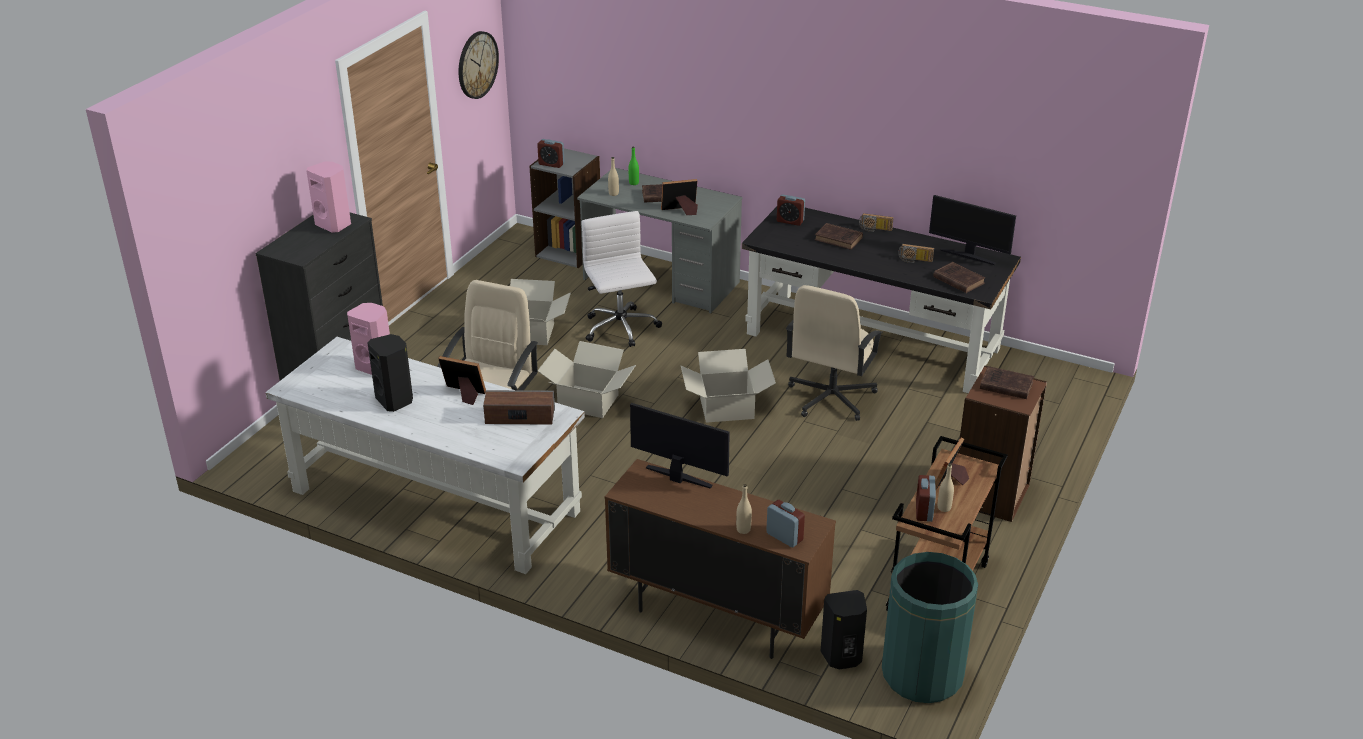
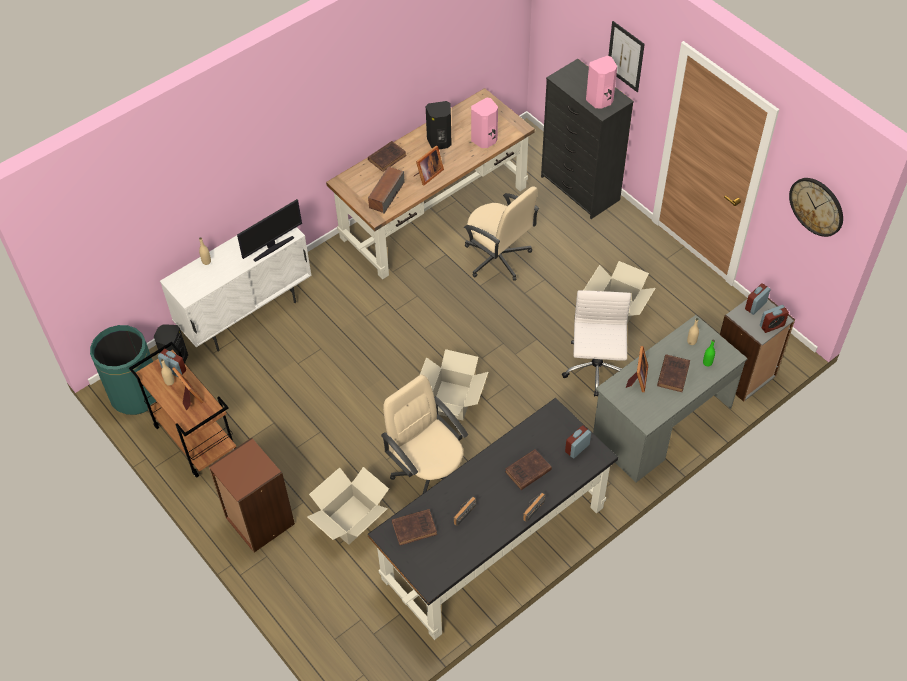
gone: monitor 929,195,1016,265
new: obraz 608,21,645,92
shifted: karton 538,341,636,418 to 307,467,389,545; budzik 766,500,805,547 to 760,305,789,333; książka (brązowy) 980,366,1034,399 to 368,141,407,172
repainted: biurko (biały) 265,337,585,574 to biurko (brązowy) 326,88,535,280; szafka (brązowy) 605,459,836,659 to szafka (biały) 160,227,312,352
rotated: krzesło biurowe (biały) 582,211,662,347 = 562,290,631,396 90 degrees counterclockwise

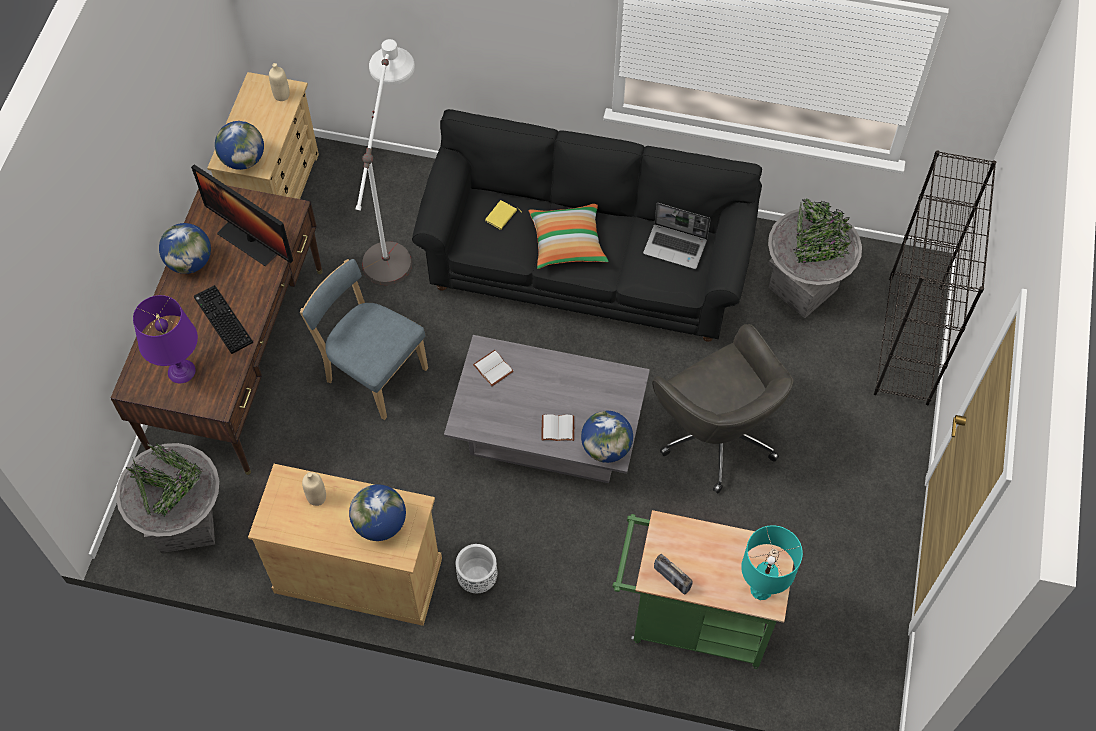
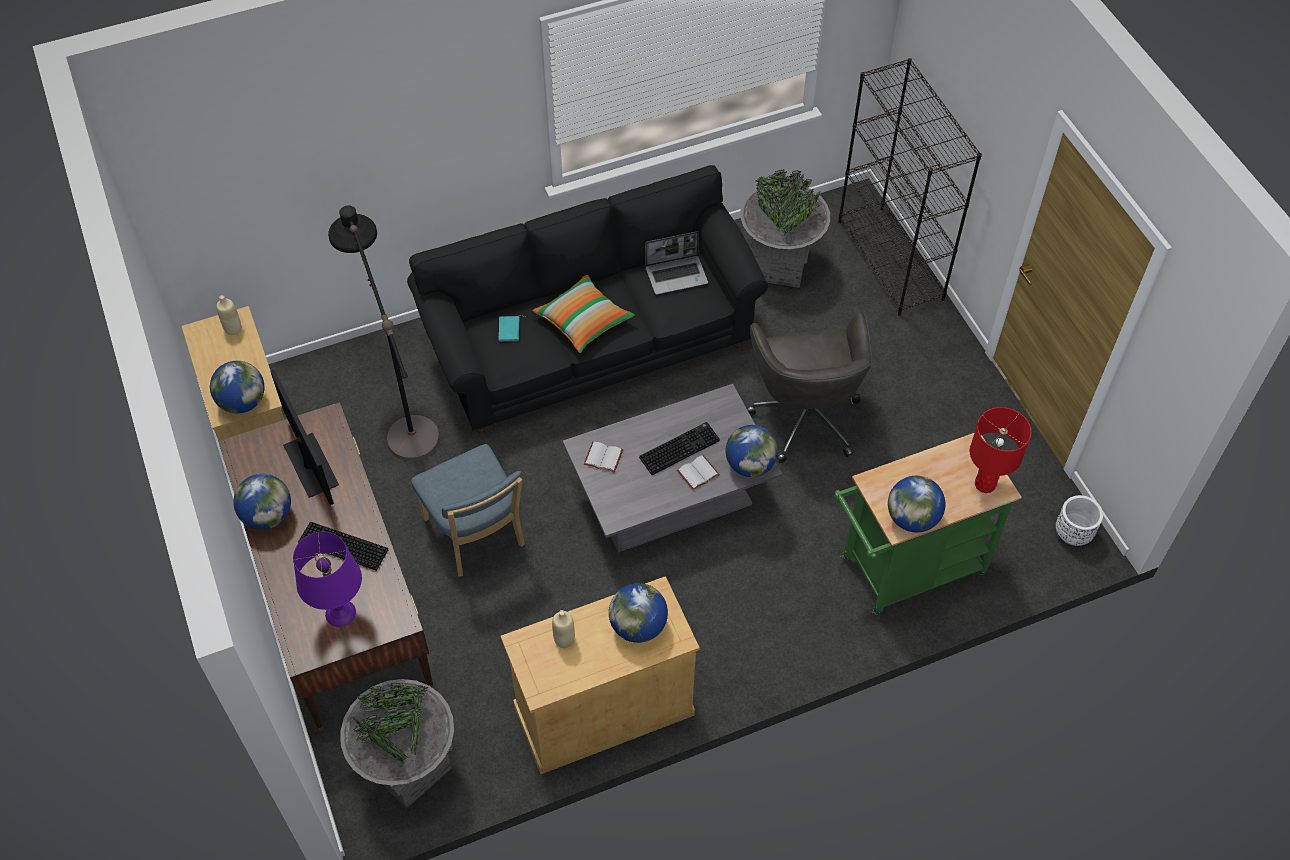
new: klawiatura 639,422,720,475
shifted: donica (biały) 456,544,497,593 to 1056,495,1103,546
swapped: radio 654,554,692,594 to globus 888,476,945,533
repainted: lampa stojąca (biały) 355,39,415,285 to lampa stojąca (czarny) 328,205,440,461; książka (żółty) 485,200,519,230 to książka (turkusowy) 498,315,526,341; lampa stołowa (turkusowy) 741,525,803,600 to lampa stołowa (czerwony) 970,407,1031,493
rotated: monitor 191,165,293,266 = 270,370,339,505 120 degrees counterclockwise; krzesło (niebieski) 300,259,428,420 = 411,444,525,577 120 degrees counterclockwise; krzesło biurowe (szary) 652,324,794,494 = 747,311,873,463 60 degrees clockwise

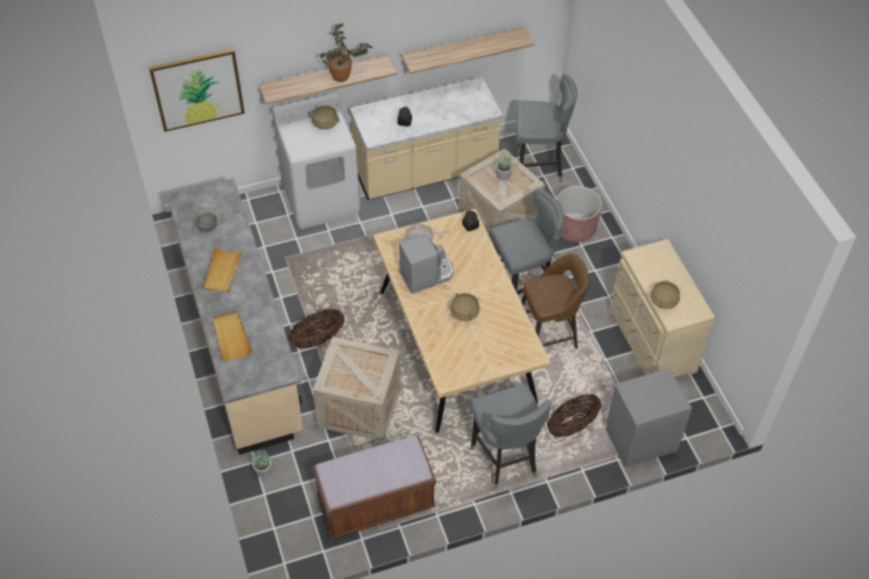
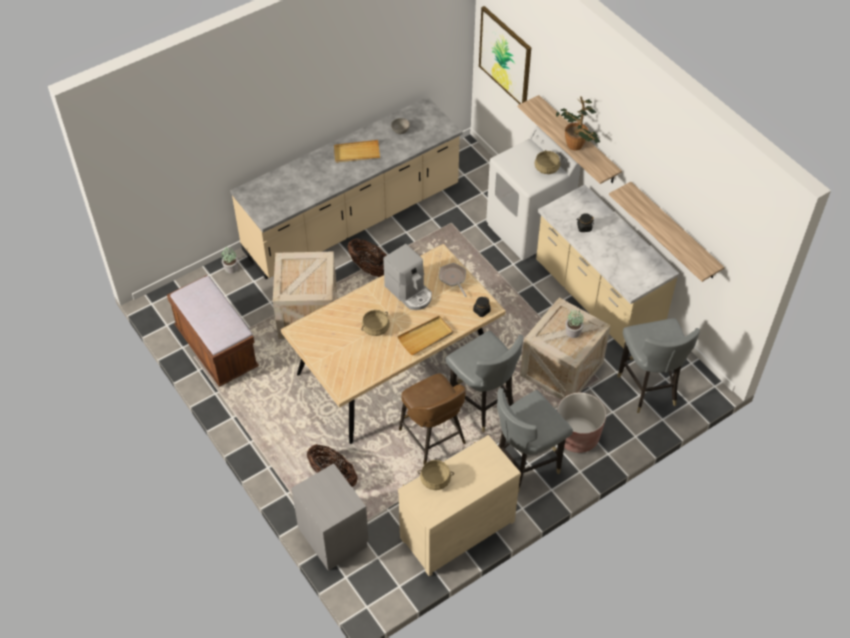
shifted: taca (beżowy) 212,311,252,361 to 397,316,453,355; krzesło (szary) 470,384,551,490 to 497,388,573,493

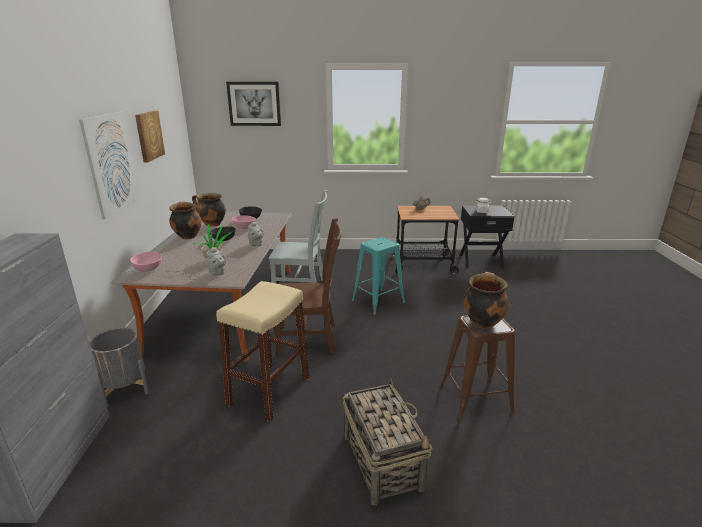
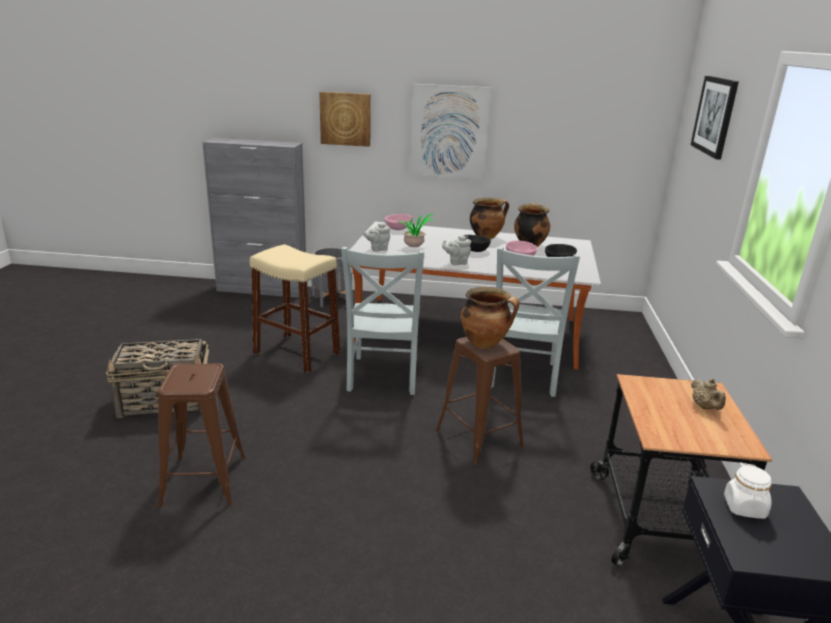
shifted: obraz 135,111,165,163 to 319,92,371,147; garnek 464,272,509,328 to 460,287,519,349
repainted: krzesło (brązowy) 275,218,341,355 to krzesło (szary) 341,247,424,395; stołek (turkusowy) 352,237,405,315 to stołek (brązowy) 436,337,524,465

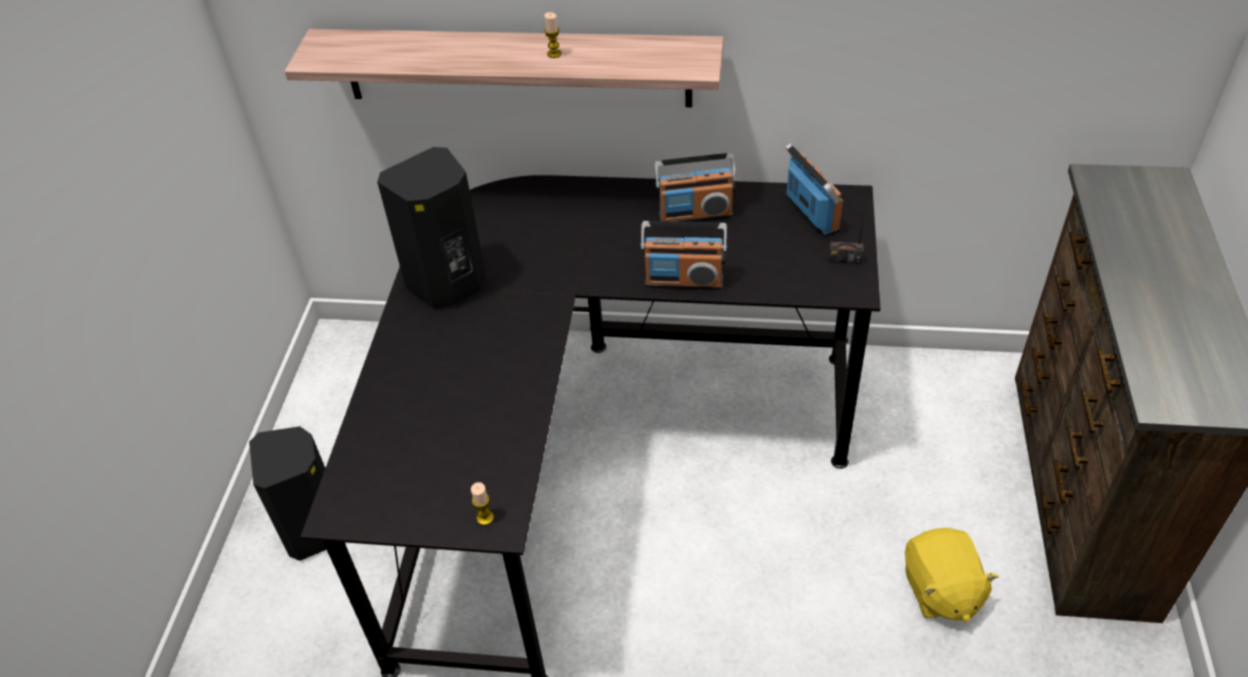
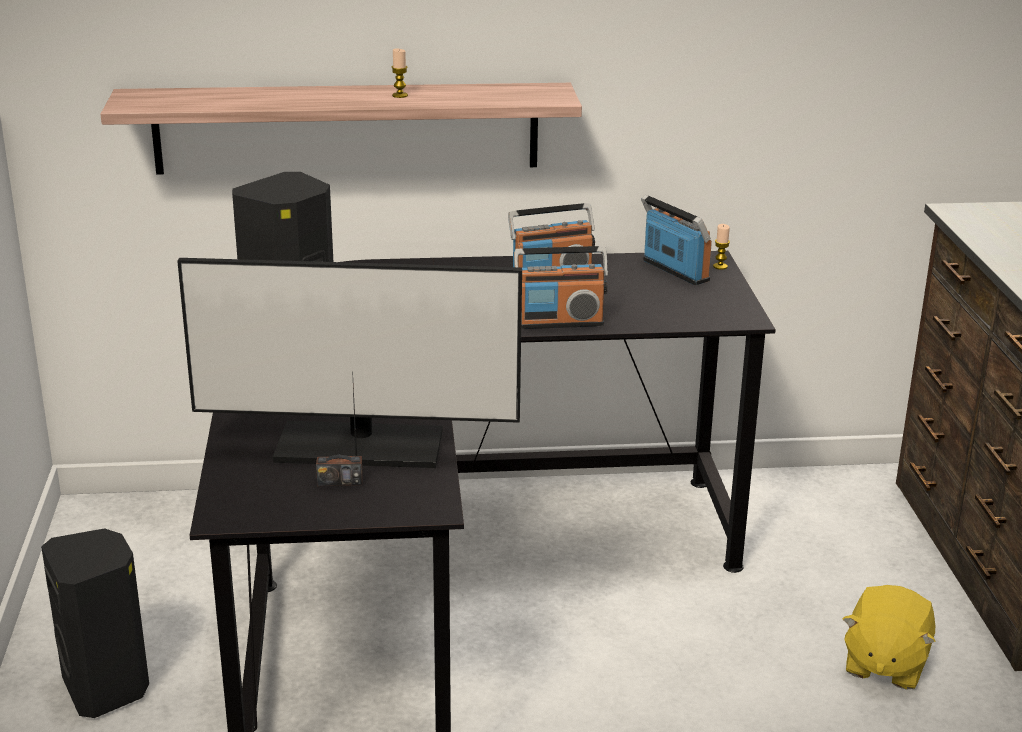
new: monitor 177,258,522,468
shifted: świeca 471,482,494,525 to 713,224,730,270; radio 829,193,867,264 to 316,385,363,486
rotated: pluszak (żółty) 905,528,999,622 = 843,585,936,690 45 degrees clockwise

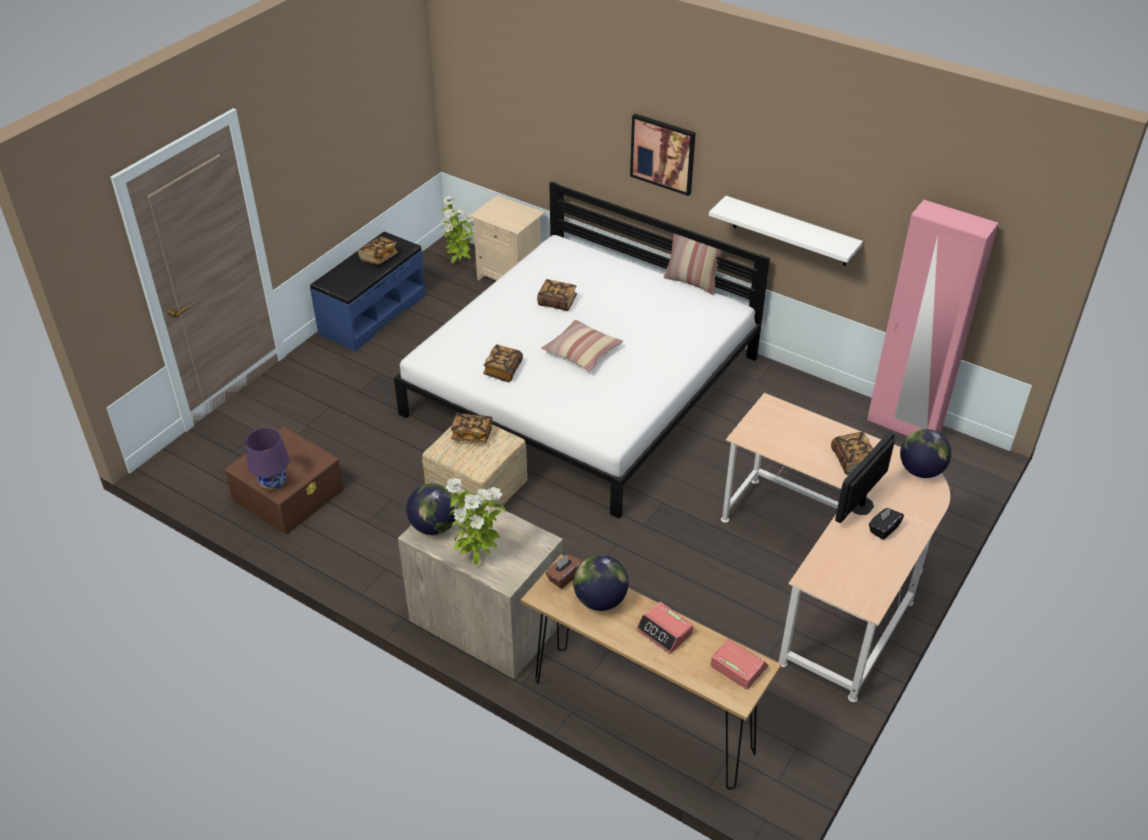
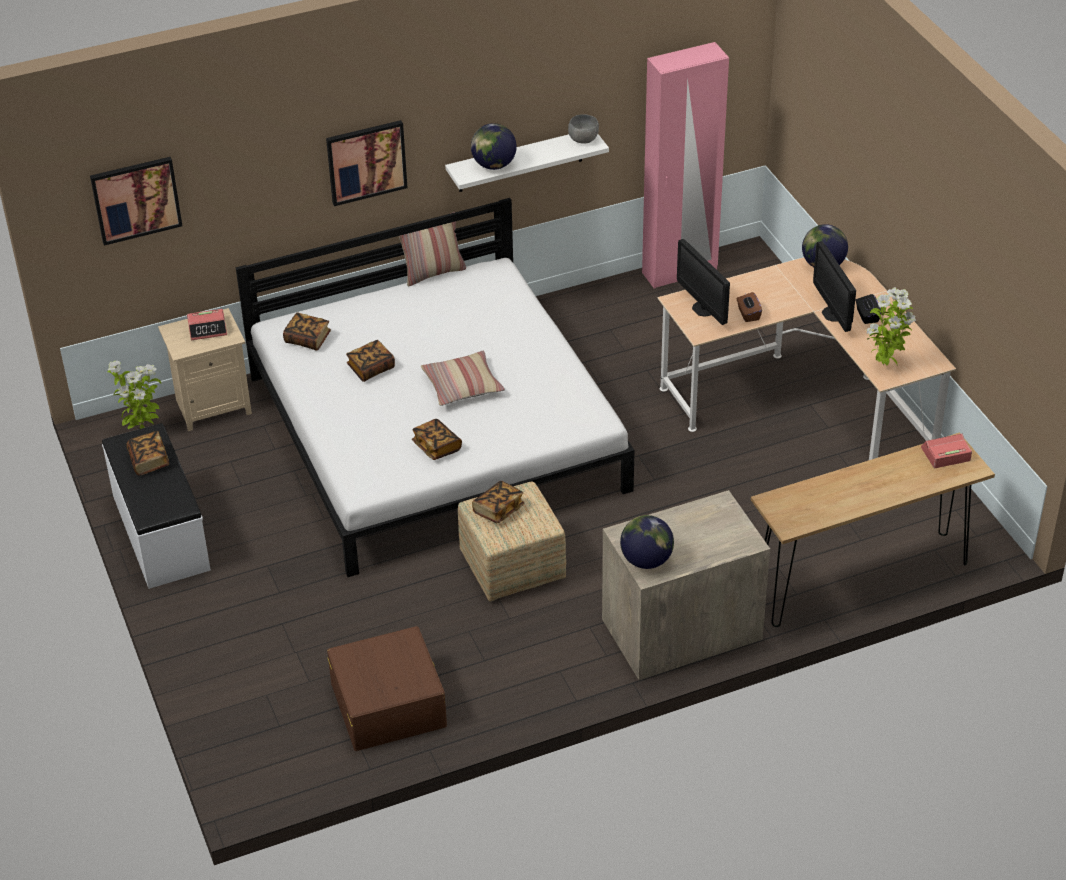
gone: lampa stołowa (fioletowy) 245,428,290,491
new: obraz 90,157,182,246; miska (szary) 568,114,599,144; monitor 677,239,730,325
shifted: roślina doniczkowa 445,478,505,565 to 866,287,916,366; pudełko chusteczek (brązowy) 546,554,583,589 to 736,292,762,322; globus 573,555,629,611 to 471,123,517,170; budzik 636,602,693,654 to 187,309,227,340; książka 831,432,873,475 to 283,312,331,351
repainted: ławka (niebieski) 310,232,426,352 to ławka (biały) 102,423,211,589

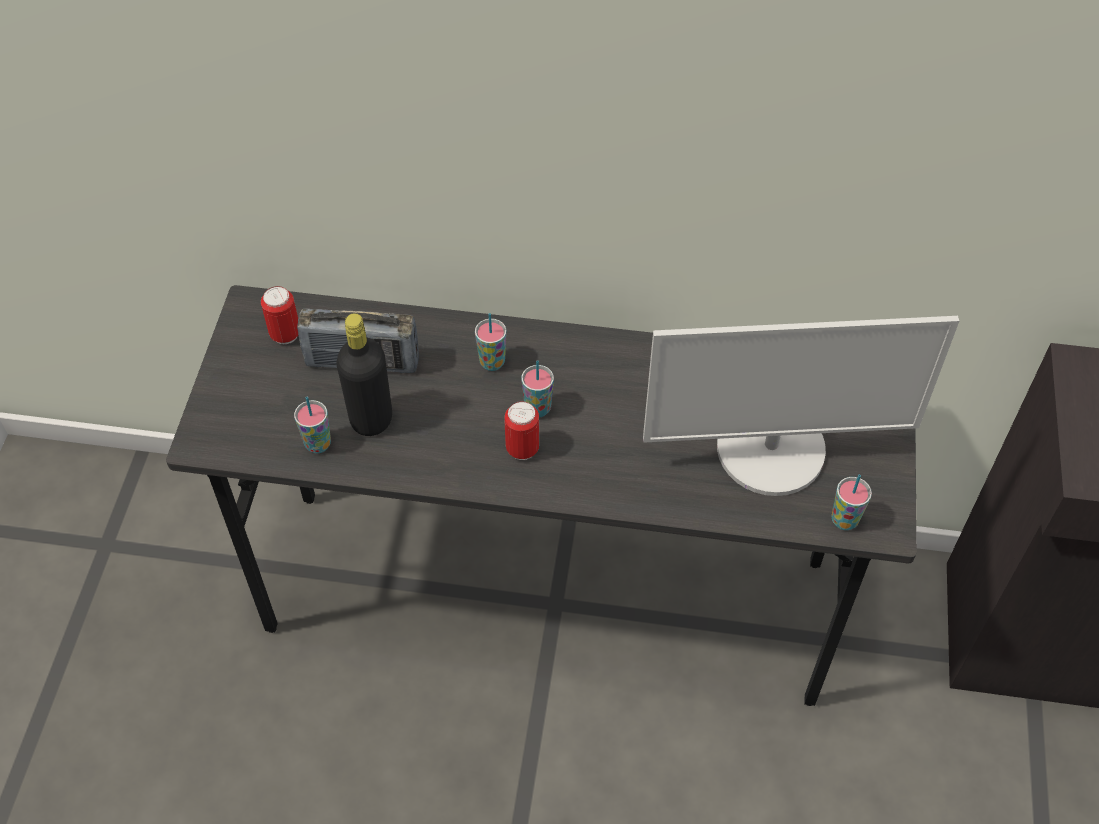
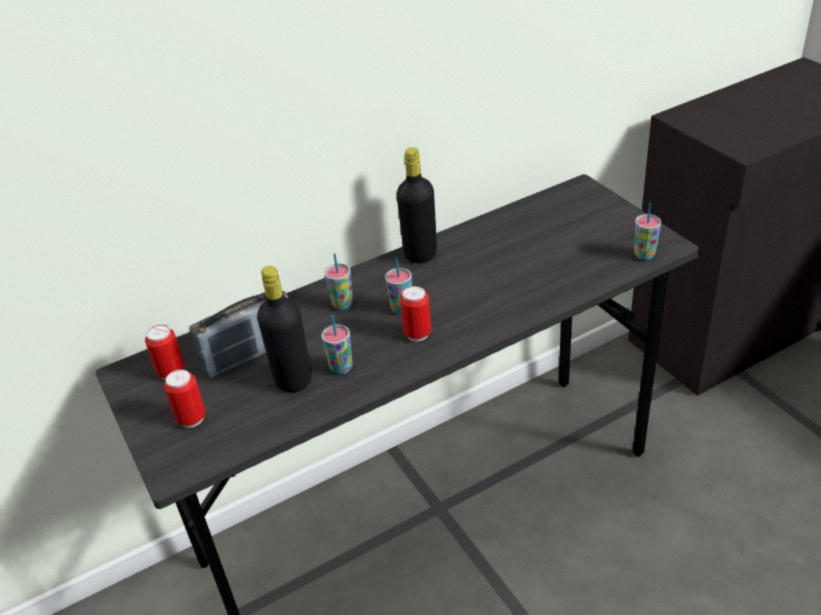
gone: monitor 643,316,959,496
new: puszka 164,369,206,428; butelka (czarny) 397,147,437,263
shifted: filiżanka 294,397,331,453 to 321,315,352,375

